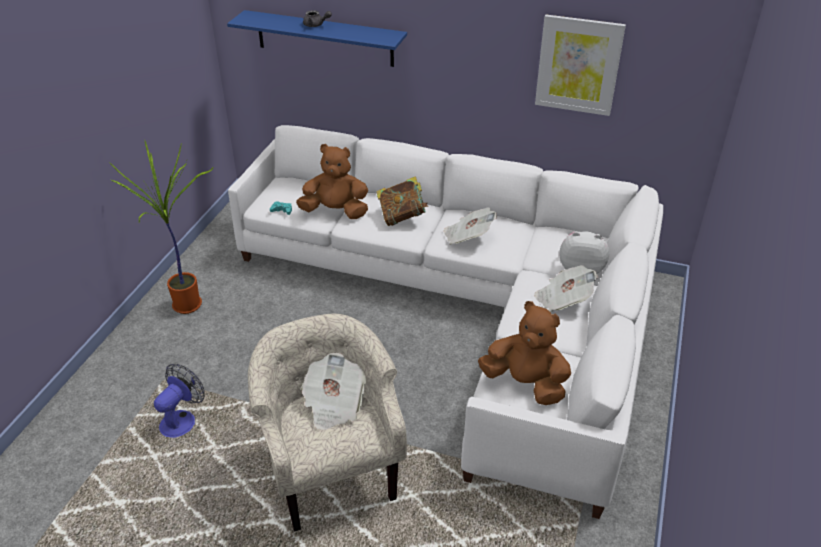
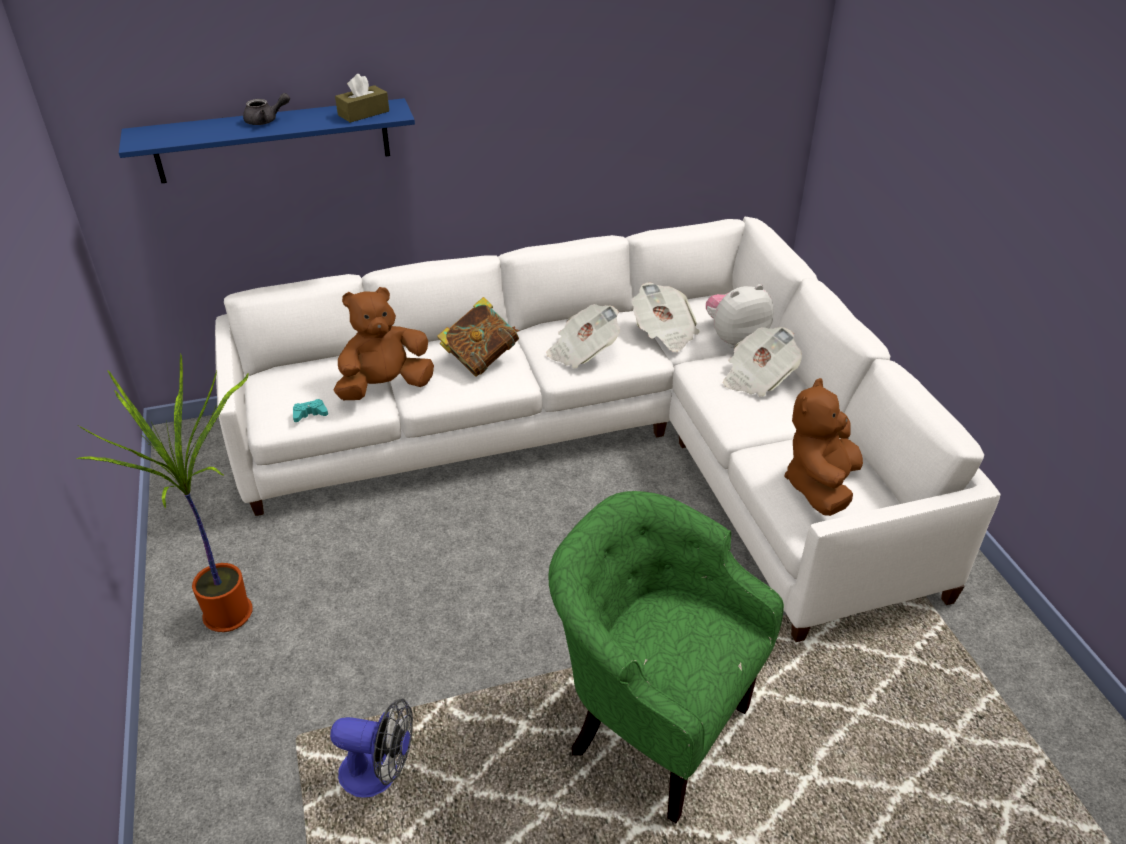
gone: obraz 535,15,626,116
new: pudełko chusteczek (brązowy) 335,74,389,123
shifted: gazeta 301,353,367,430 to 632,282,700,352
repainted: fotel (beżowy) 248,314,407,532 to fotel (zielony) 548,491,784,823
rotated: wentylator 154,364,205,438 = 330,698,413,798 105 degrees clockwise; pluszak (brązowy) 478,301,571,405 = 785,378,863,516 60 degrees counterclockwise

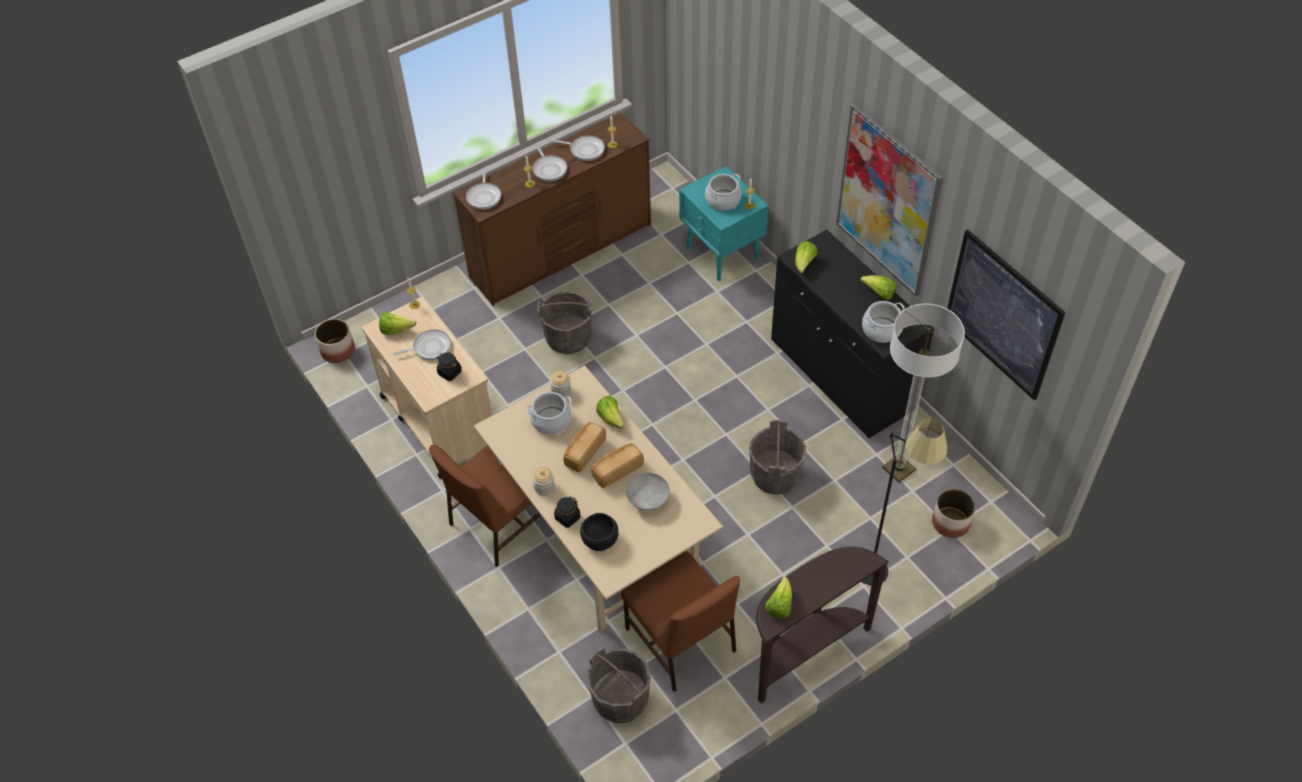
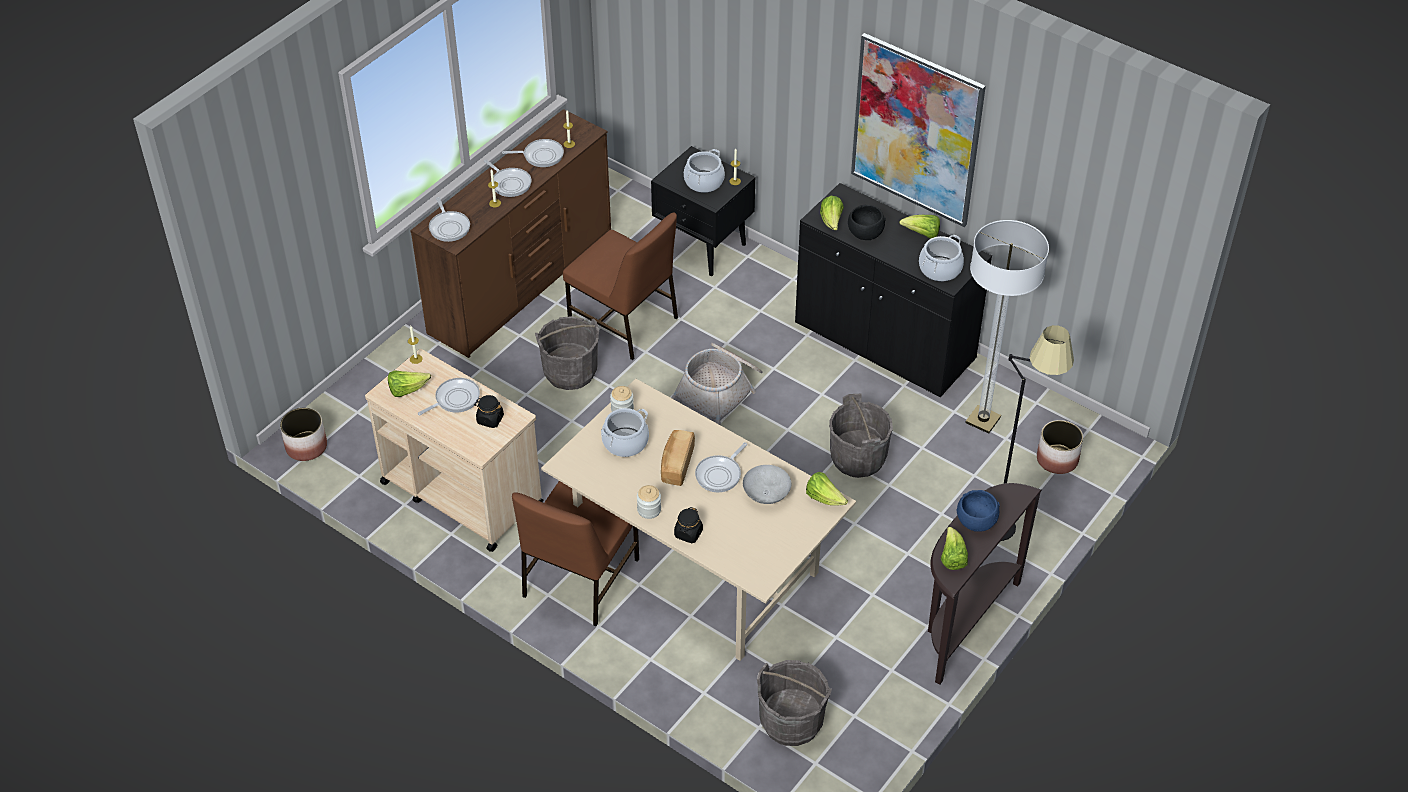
gone: obraz 947,229,1066,400
new: koszyk 672,343,763,425; miska (niebieski) 957,490,1000,532
shifted: miska (czarny) 580,513,618,551 to 848,205,886,240; sałata 596,396,625,429 to 806,472,848,506; krzesło (brązowy) 621,551,740,692 to 563,212,678,360
swapped: chleb 591,443,644,488 to patelnia 695,443,747,492
repainted: szafka nocna (turkusowy) 679,166,769,281 to szafka nocna (czarny) 651,146,755,276

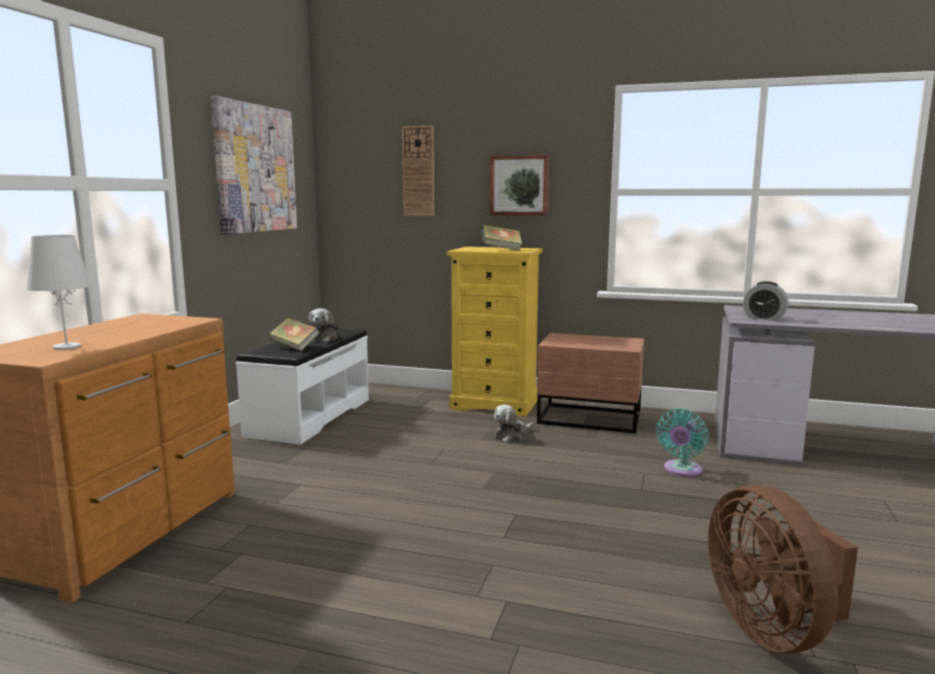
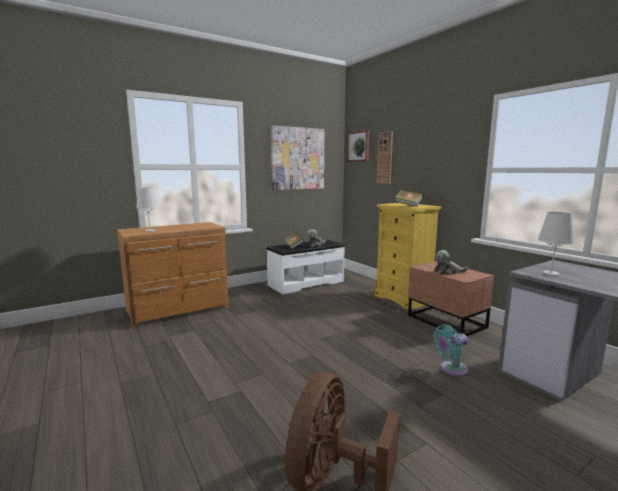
shifted: obraz 490,155,549,216 to 347,130,370,162; pluszak 494,405,534,443 to 434,250,468,275
swapped: budzik 743,281,788,321 to lampa stołowa (biały) 538,212,575,276

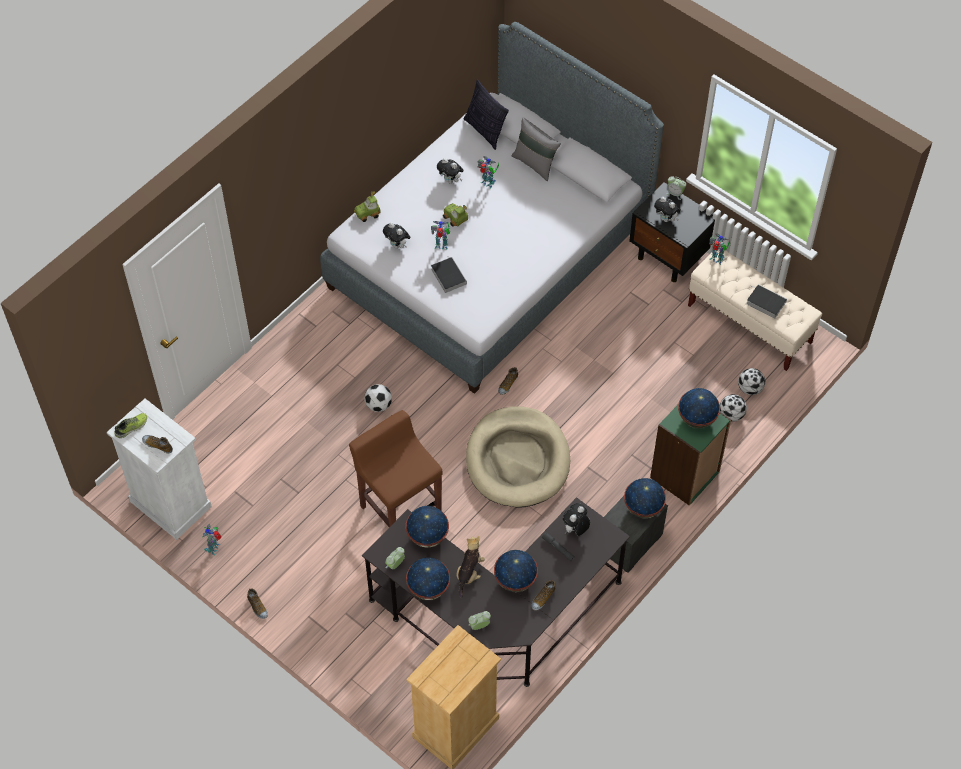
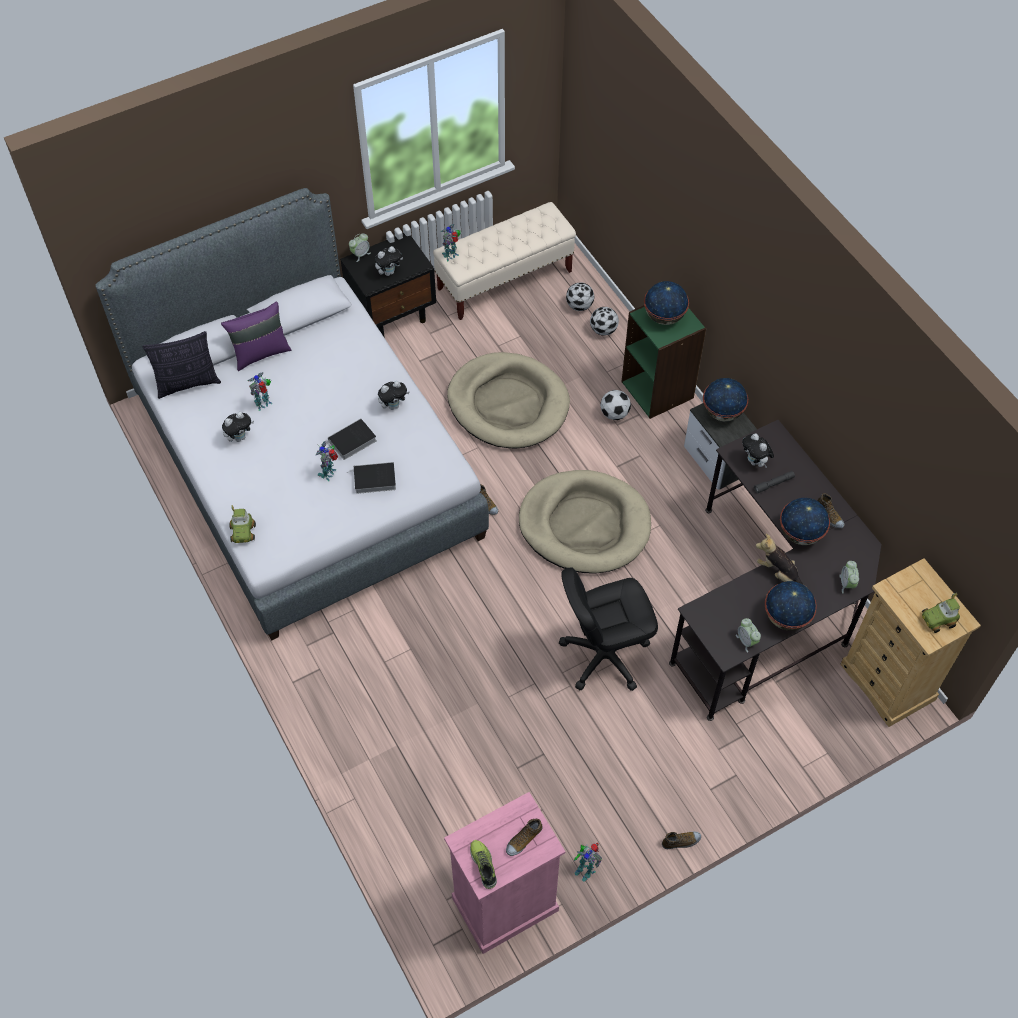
gone: globus 406,506,449,547
new: legowisko (beżowy) 447,352,570,448
shifted: piłka futbolowa 364,384,392,412 to 600,390,631,420; pluszak 383,222,411,249 to 378,381,409,410; samochodzik 443,203,468,227 to 922,593,960,633; książka 746,284,787,318 to 328,418,377,460
swapped: stołek (brązowy) 349,410,443,527 to krzesło biurowe (czarny) 559,568,658,691
repainted: komoda (biały) 107,399,212,540 to komoda (różowy) 444,792,565,954; poduszka (szary) 512,117,561,181 to poduszka (fioletowy) 221,301,291,371

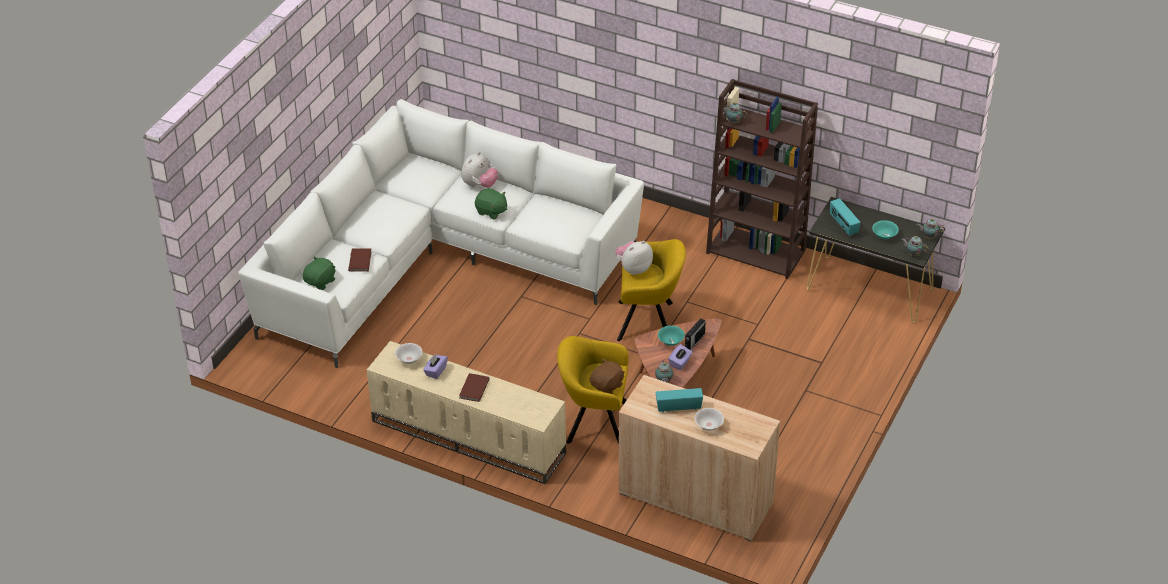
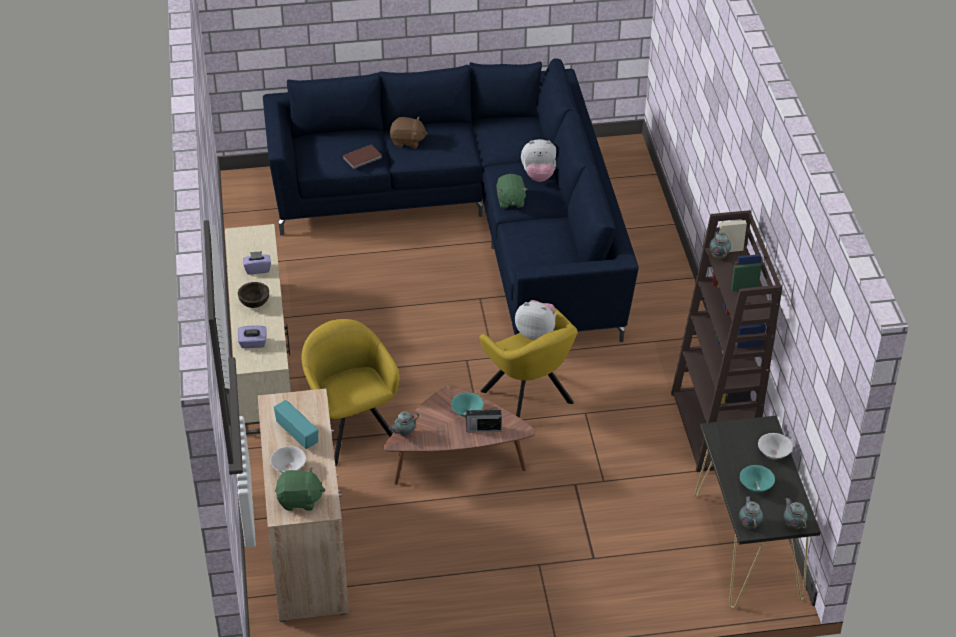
gone: radio 830,198,860,236
shifted: pluszak (zielony) 302,256,335,290 to 275,467,325,511; miska (biały) 395,343,423,364 to 758,433,793,459; pluszak (brązowy) 590,359,625,394 to 389,117,428,148; pudełko chusteczek (fioletowy) 669,344,692,370 to 238,325,267,348
swapped: książka (brązowy) 459,373,490,402 to miska (brązowy) 238,282,269,308
repainted: kanapa (biały) 238,99,644,368 to kanapa (niebieski) 263,58,639,342

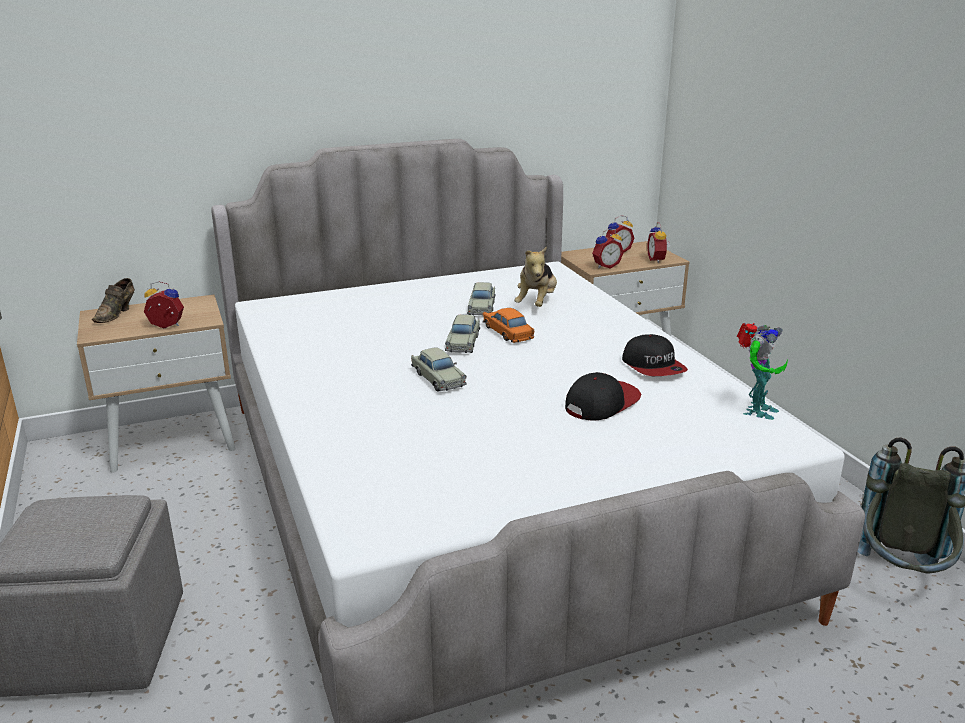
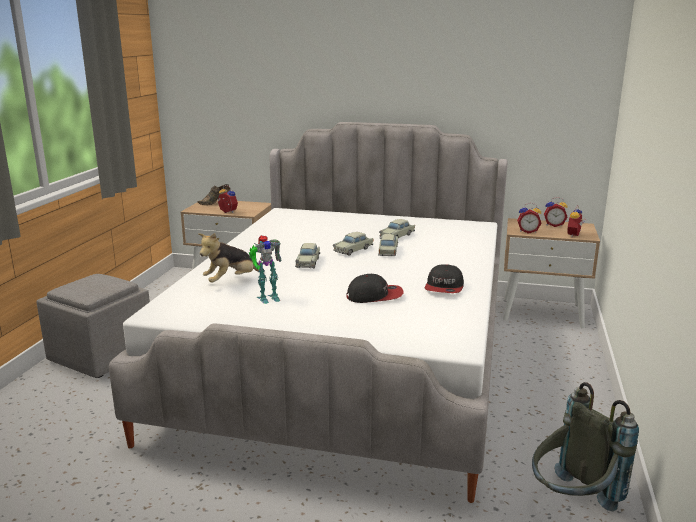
shifted: pluszak 514,247,557,307 to 198,233,265,282; robot zabawkowy 737,323,788,420 to 249,235,281,304
repainted: samochodzik (pomarańczowy) 483,308,534,343 to samochodzik (beżowy) 378,234,398,256

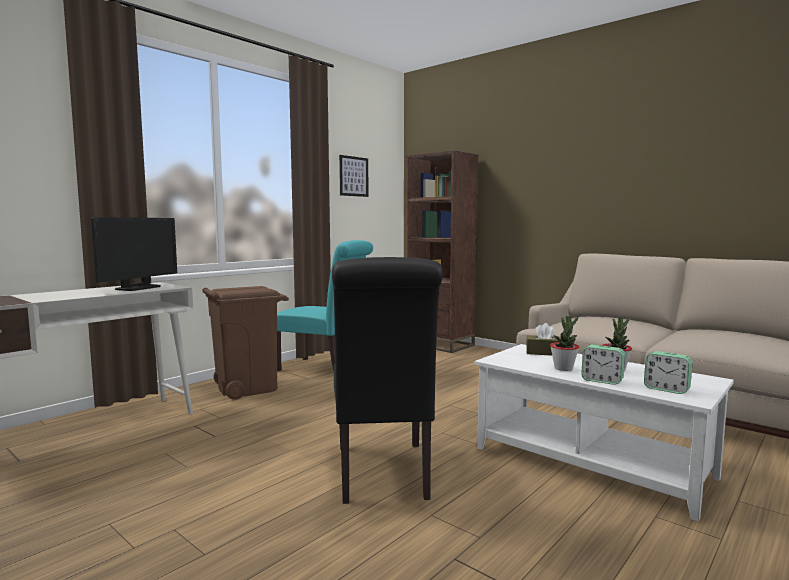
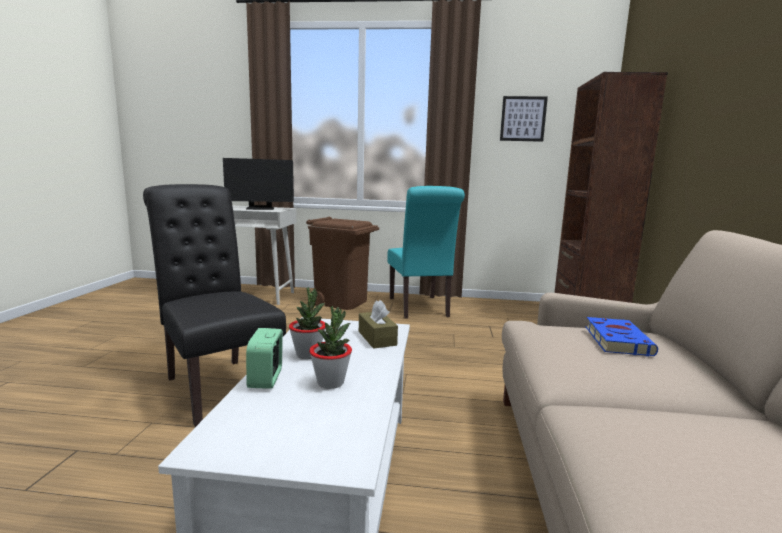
gone: budzik 644,351,693,394
new: książka (niebieski) 586,317,658,356
rotated: krzesło (czarny) 332,257,443,504 = 143,184,286,427 90 degrees clockwise

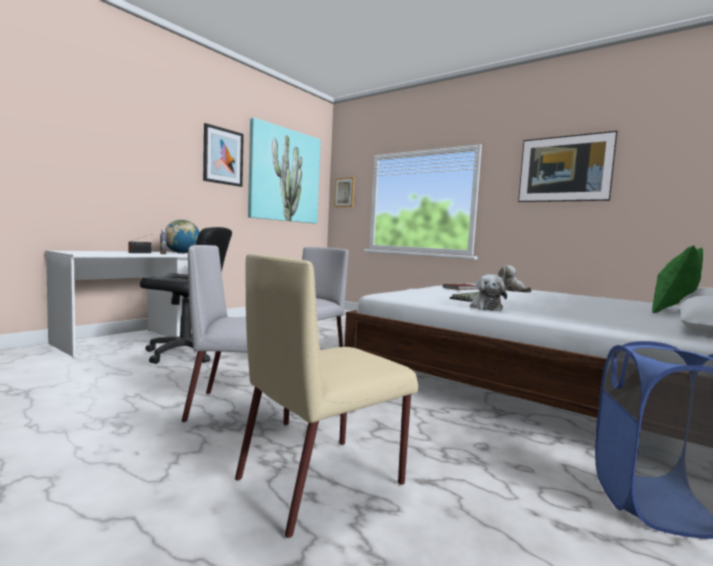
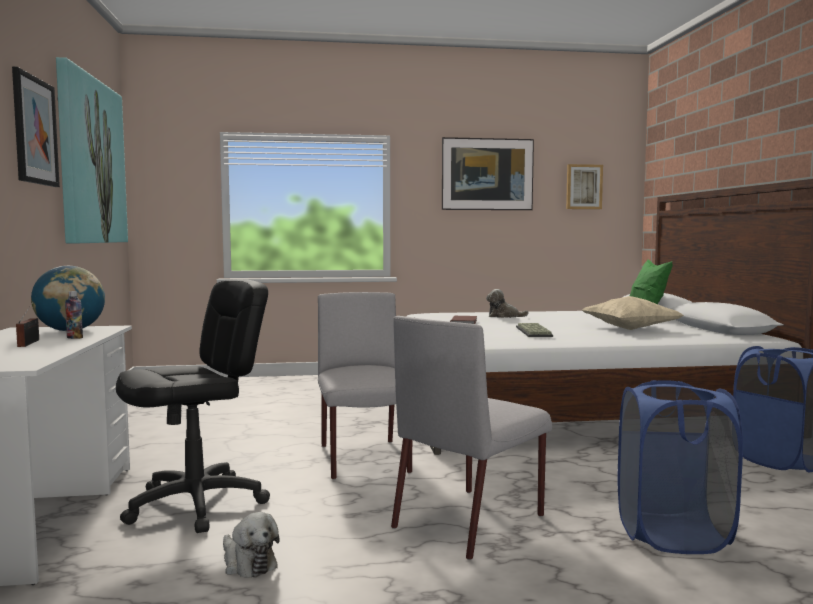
new: poduszka (beżowy) 582,296,684,330
shifted: obraz 334,177,355,207 to 566,164,603,209; pluszak 470,274,507,311 to 223,512,279,578
swapped: krzesło (beżowy) 235,254,418,538 to kosz na pranie (niebieski) 618,380,743,554

